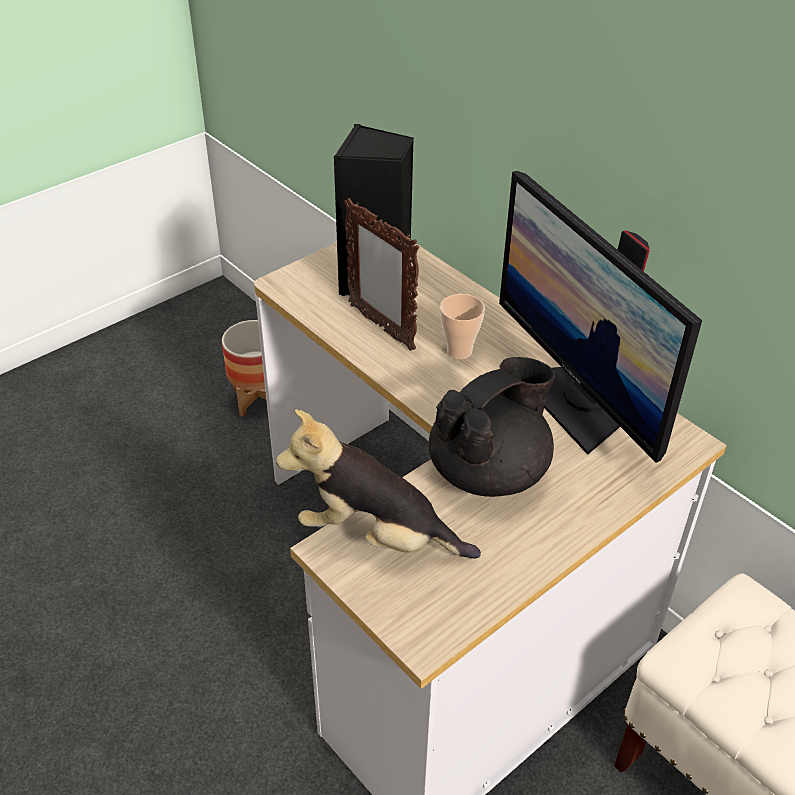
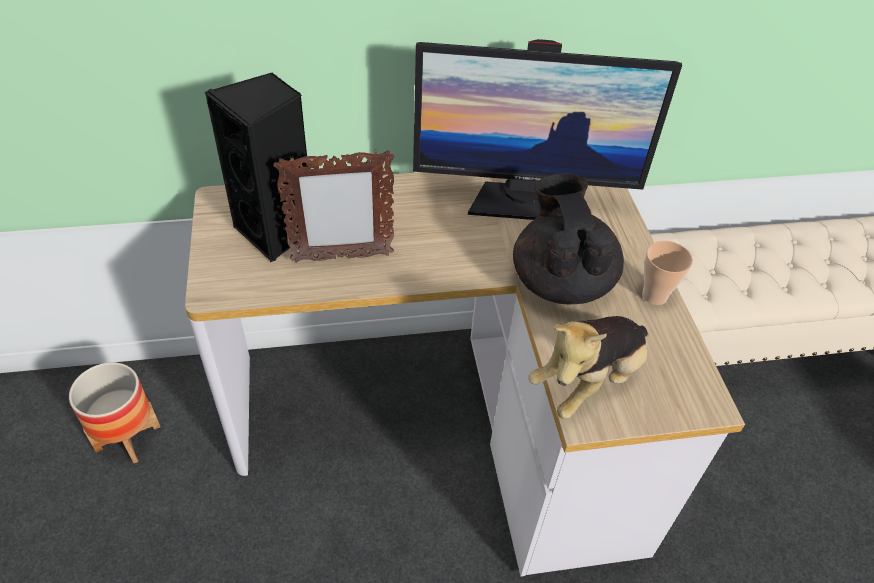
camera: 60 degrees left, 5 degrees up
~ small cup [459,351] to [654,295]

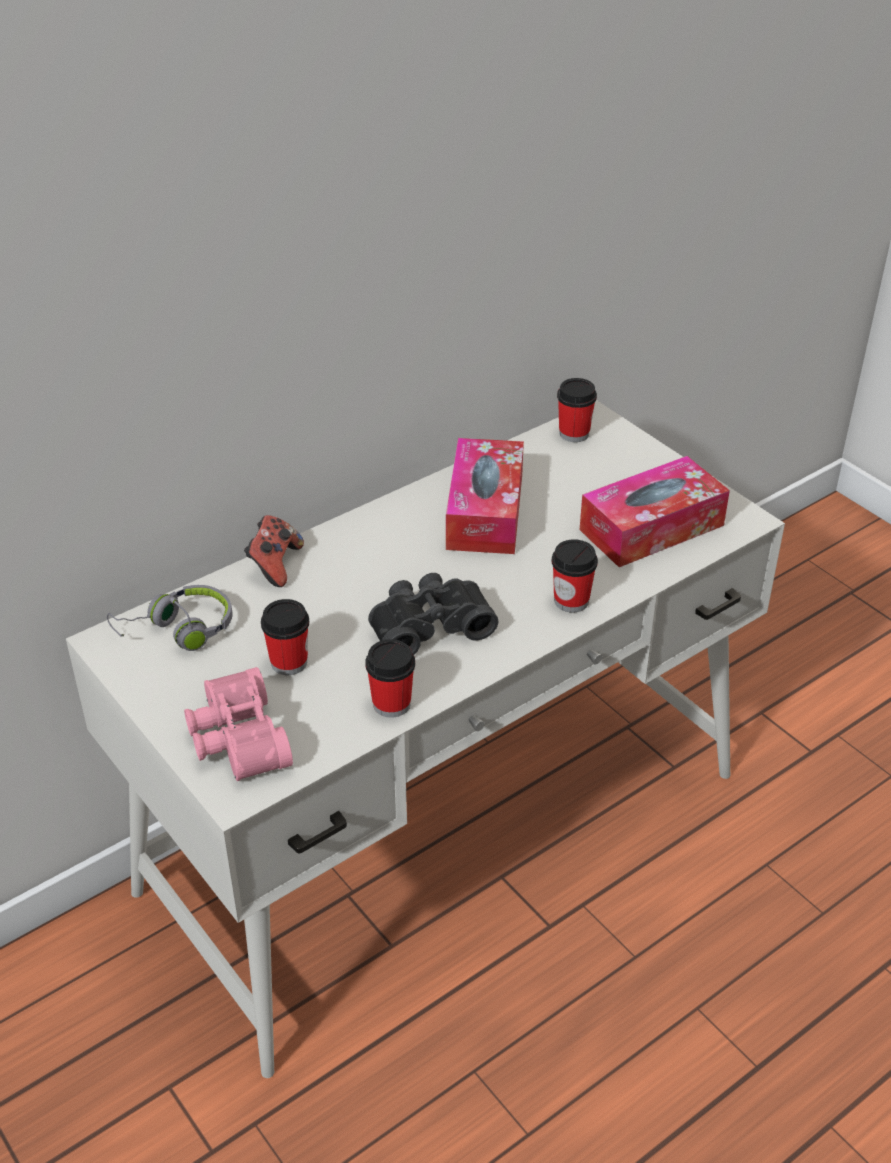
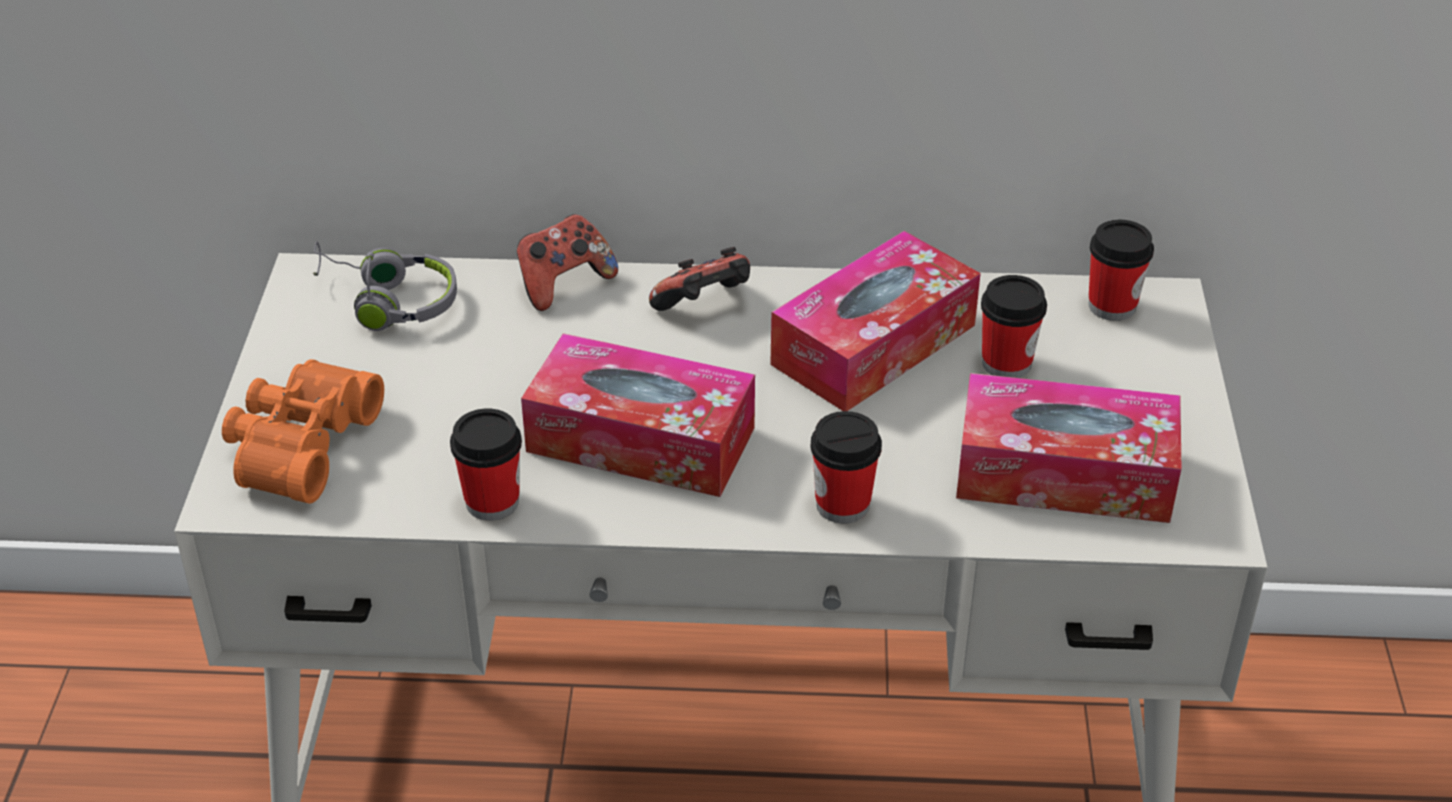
camera: 40 degrees right, 0 degrees up
~ binoculars (pink) [235,740] to binoculars (orange) [298,445]
~ binoculars (black) [428,625] to tissue box [641,439]
+ joypad [705,307]
~ small cup [289,662] to [1006,363]

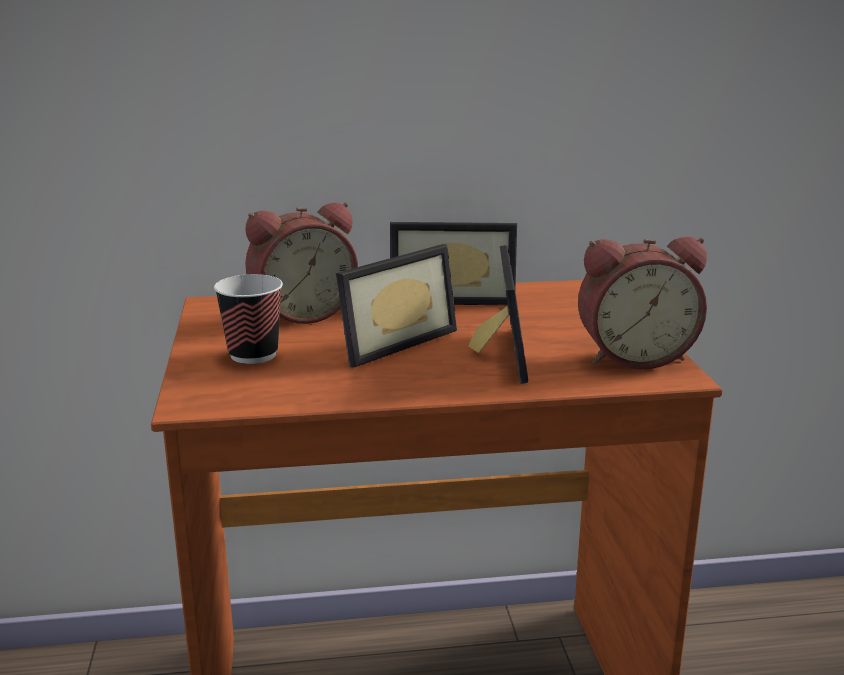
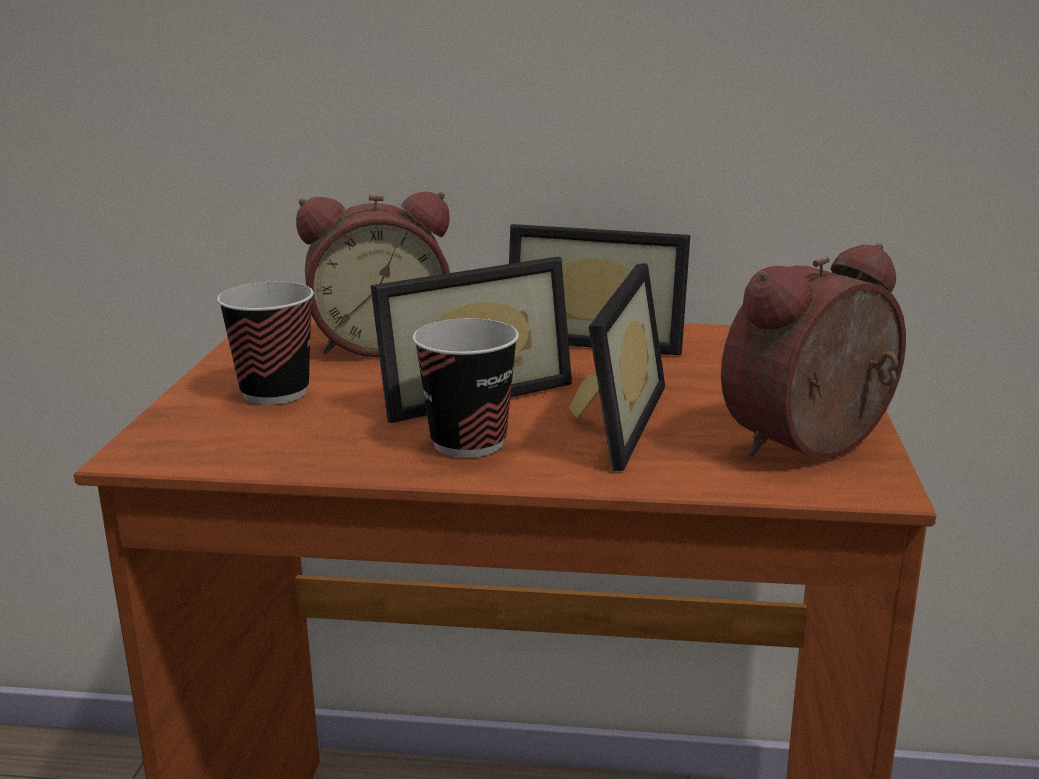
camera: 15 degrees right, 0 degrees up
+ small cup [468,443]
~ alarm clock [633,356] = [816,447] 135 degrees clockwise

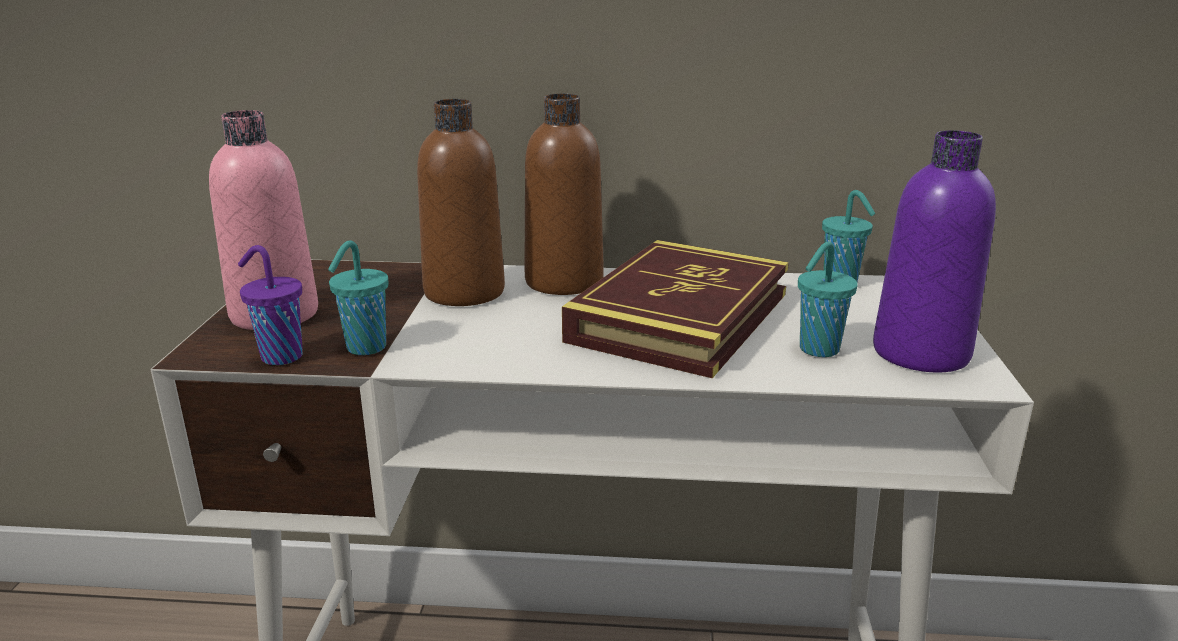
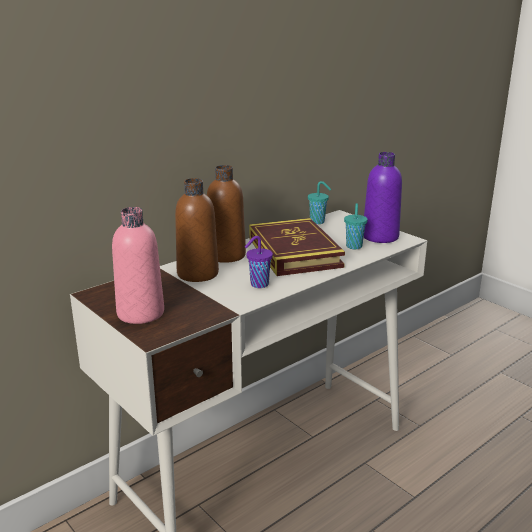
camera: 45 degrees left, 0 degrees up
~ small cup (purplish) [279,356] to [258,285]
- small cup (blue-green) [364,348]

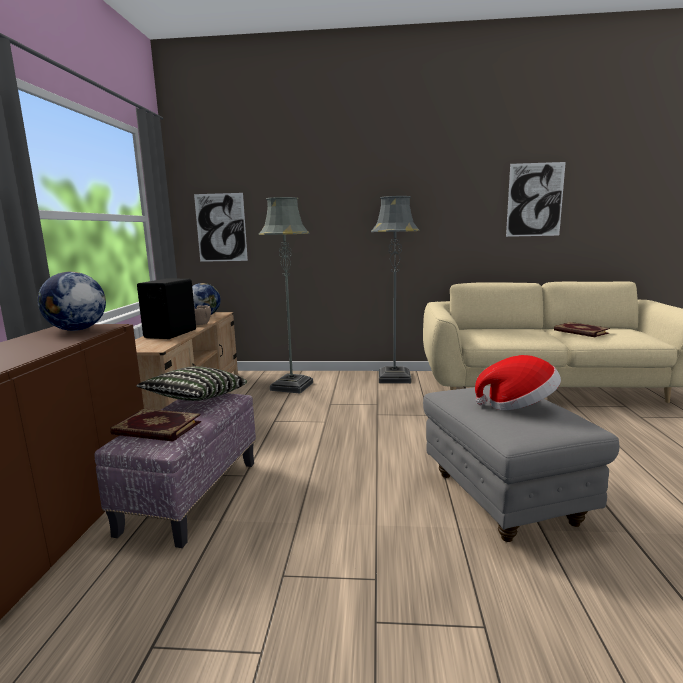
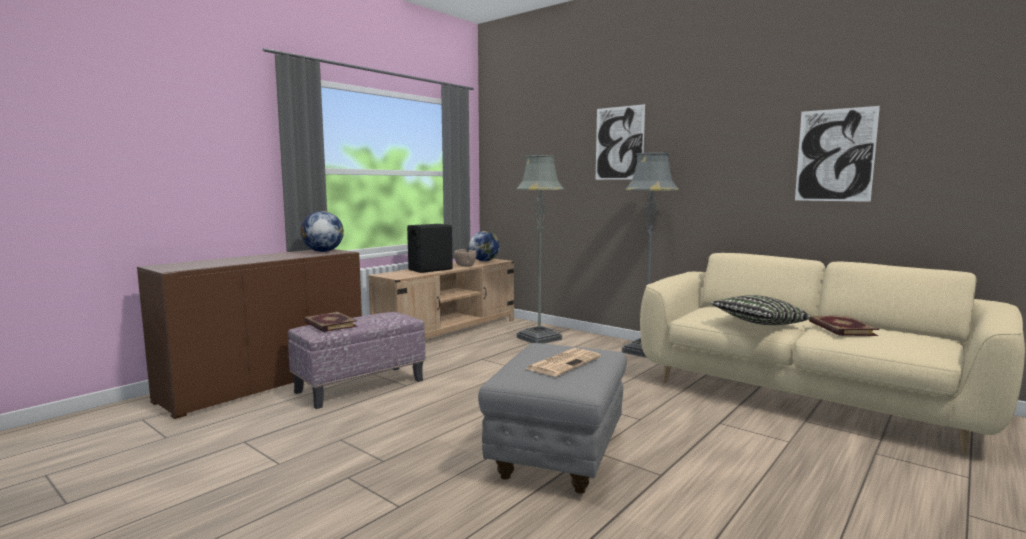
camera: 35 degrees right, 5 degrees down
~ wearable hat [518,406] to newspaper [563,363]
~ picture [221,227] to [619,143]
~ throw pillow [195,399] to [759,324]

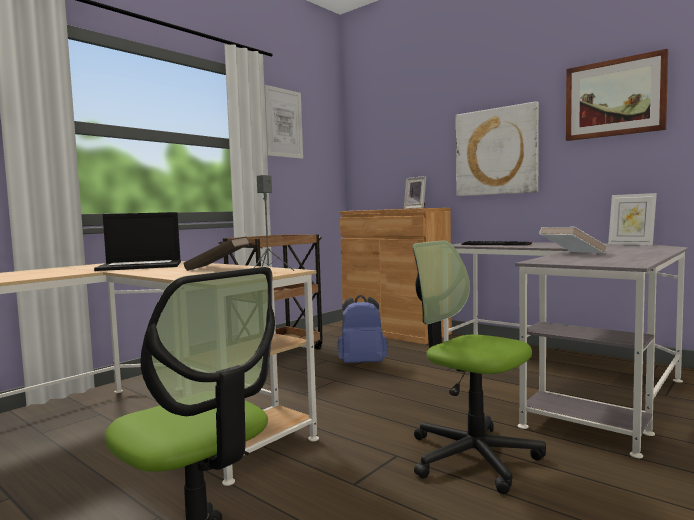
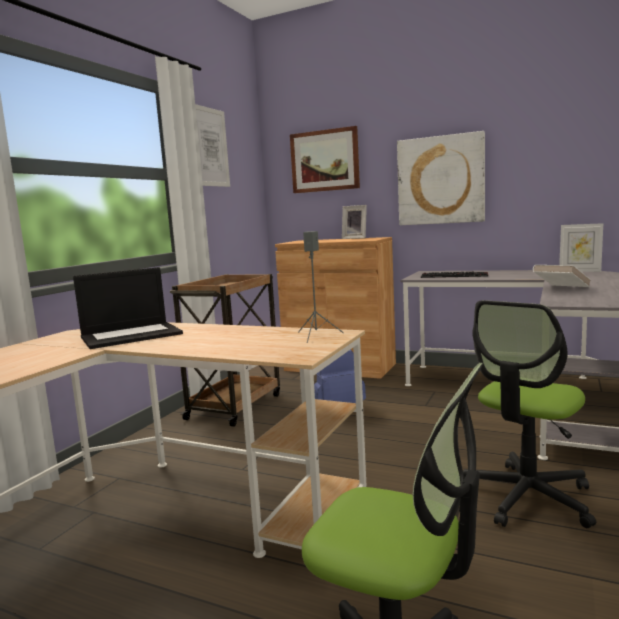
camera: 15 degrees left, 5 degrees up
~ picture [614,98] to [325,161]
~ office chair [472,456] = [526,497] 75 degrees counterclockwise
- volume (brown-coloured) [218,268]

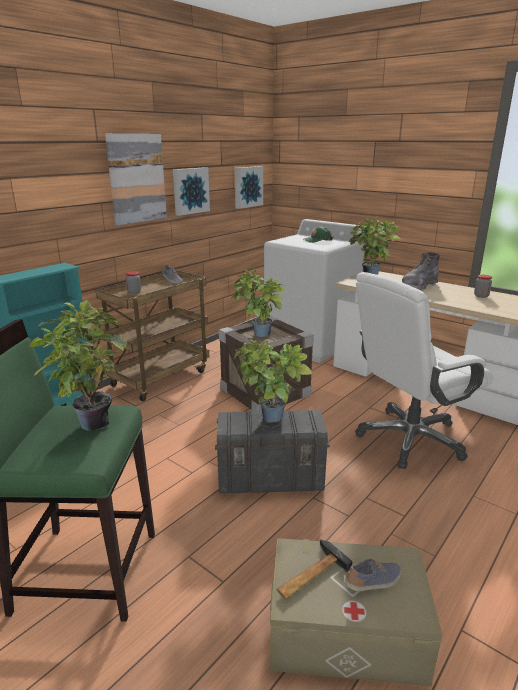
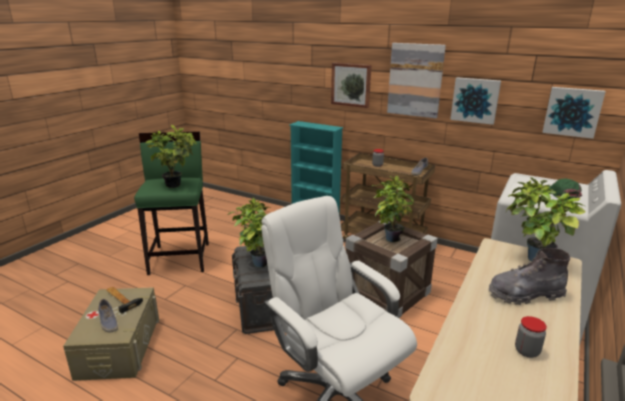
camera: 80 degrees right, 0 degrees up
+ picture [351,84]
~ boot (gray) [418,286] = [524,294] 45 degrees counterclockwise

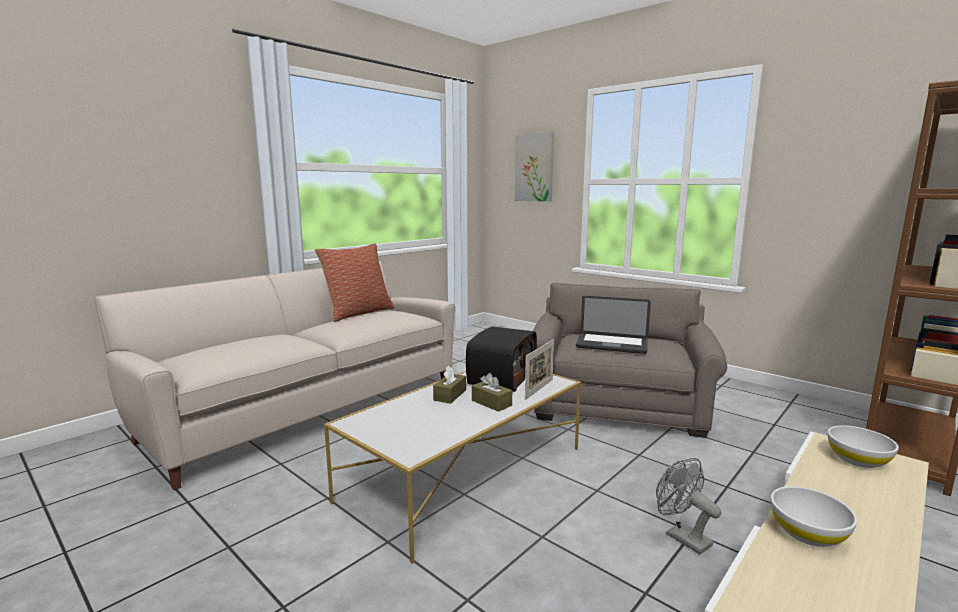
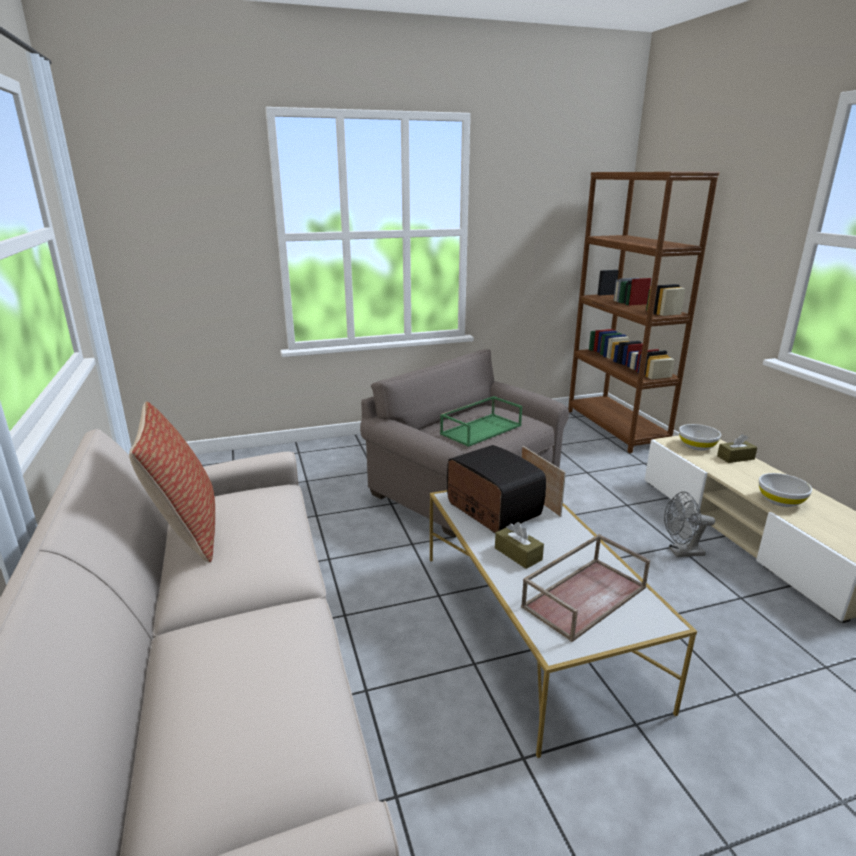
camera: 60 degrees left, 10 degrees up
~ notebook computer [611,345] to tray (greenish) [481,429]
+ tray (brown-coloured) [584,596]
~ tissue box (brown-coloured) [491,403] to [735,457]
- picture [534,167]

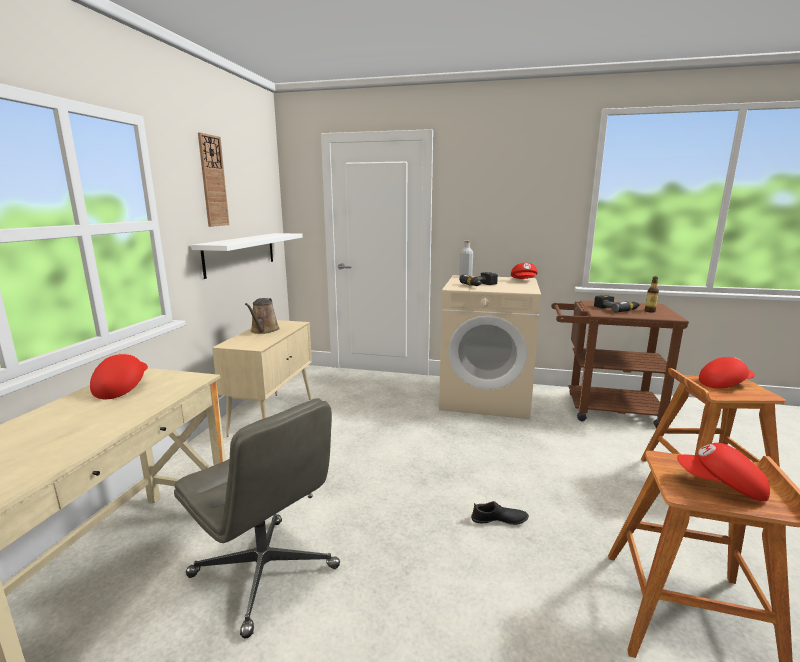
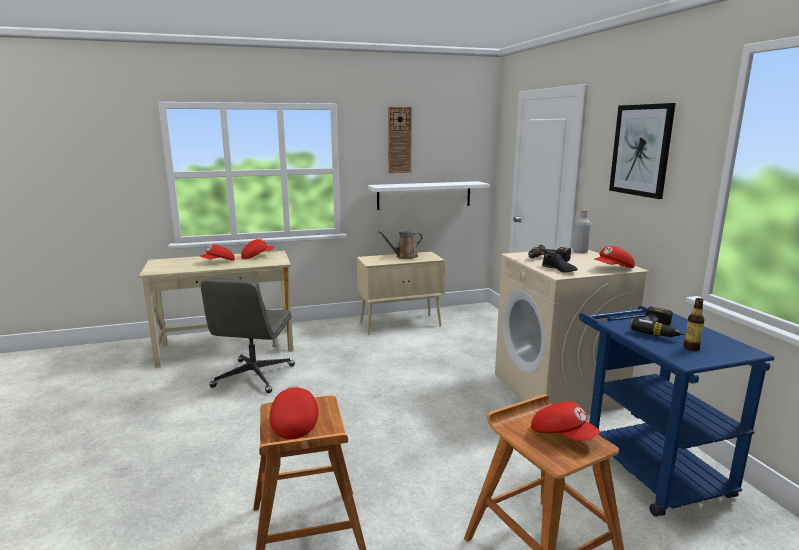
camera: 60 degrees right, 0 degrees up
+ baseball cap (reddish) [218,262]
~ item of footwear (black) [499,520] to [559,270]
~ wheeled cart (brown-coloured) [603,409] to wheeled cart (bluish) [646,466]
+ picture [641,150]

